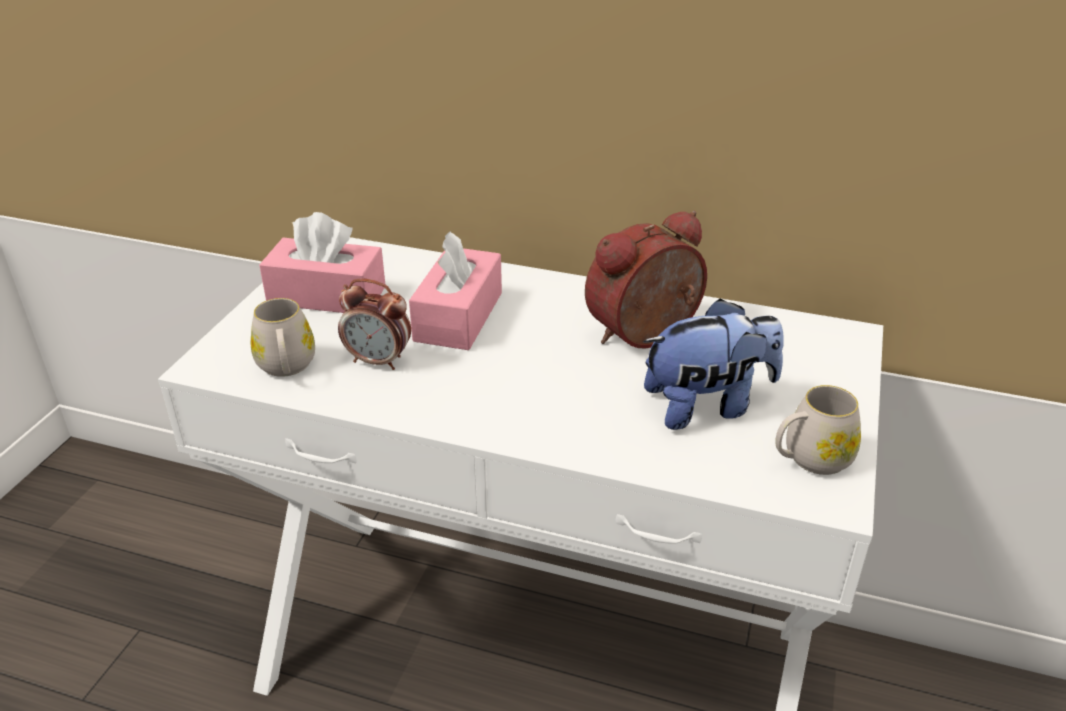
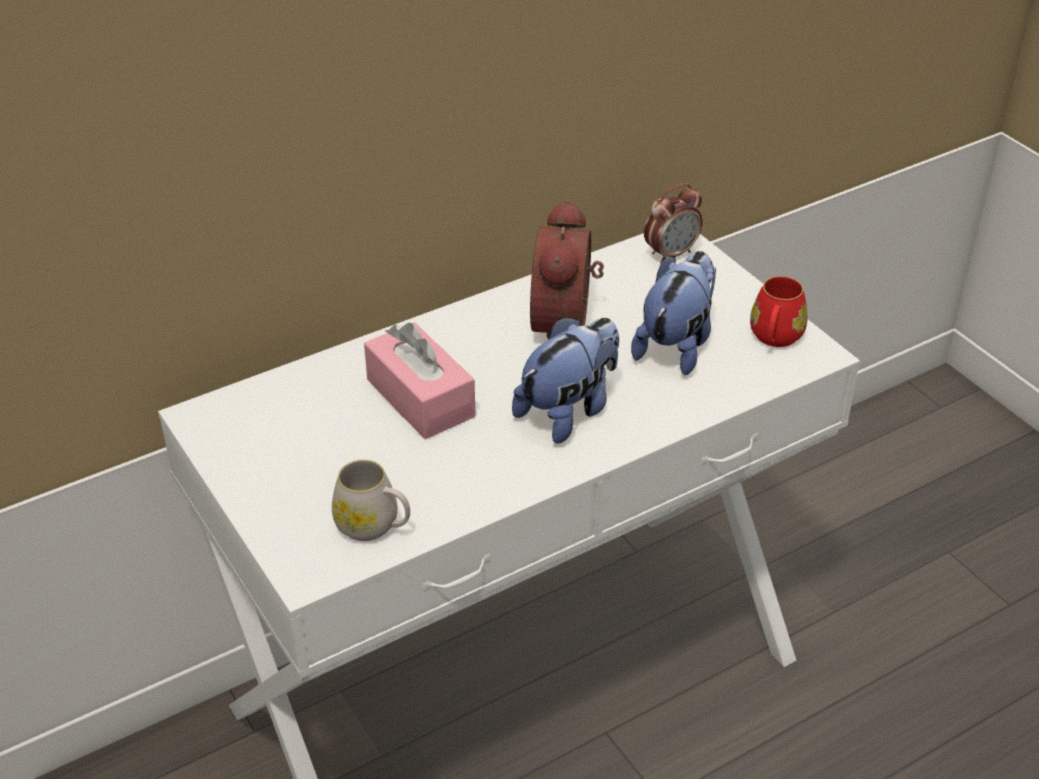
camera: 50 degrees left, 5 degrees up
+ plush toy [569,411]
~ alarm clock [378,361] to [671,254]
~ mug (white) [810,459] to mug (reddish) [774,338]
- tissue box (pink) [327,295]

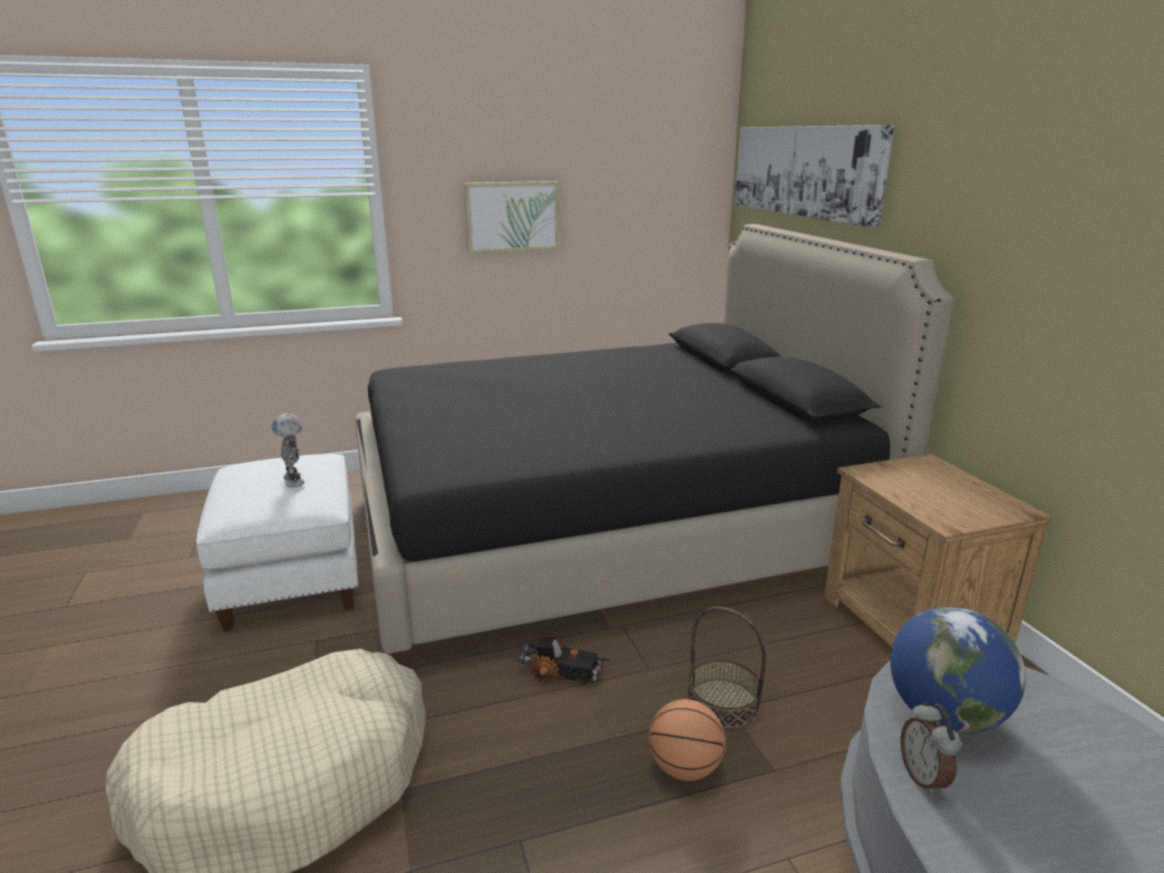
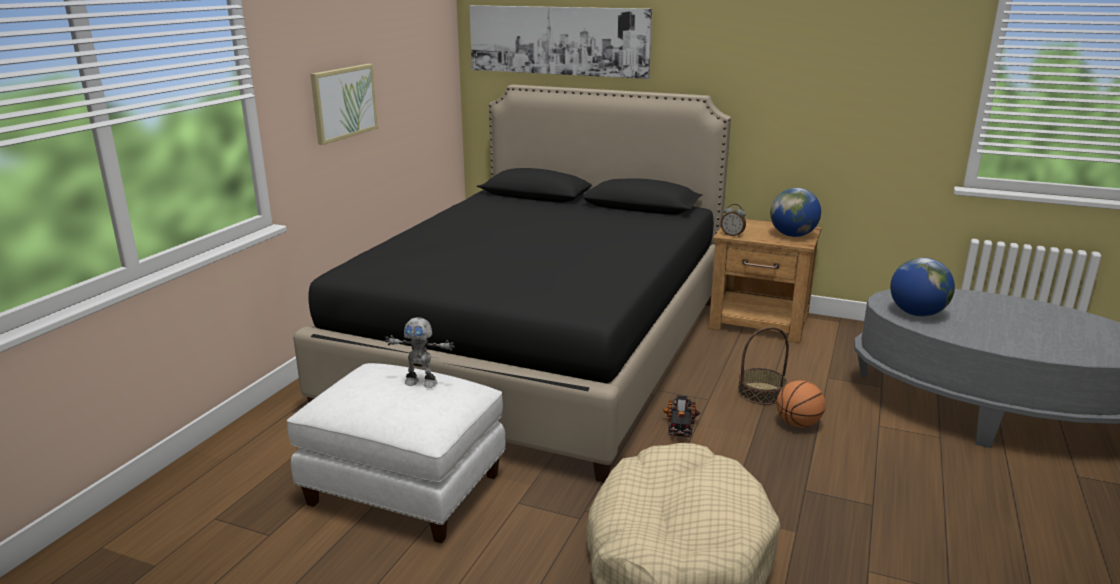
camera: 50 degrees left, 0 degrees up
~ model truck [561,673] = [680,426] 135 degrees clockwise
~ alarm clock [924,777] to [732,235]
+ world globe [792,235]

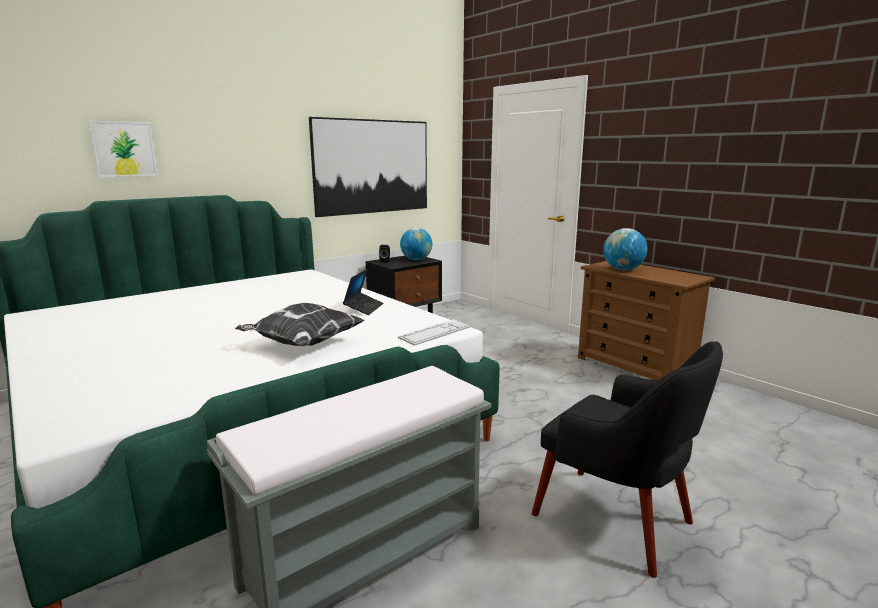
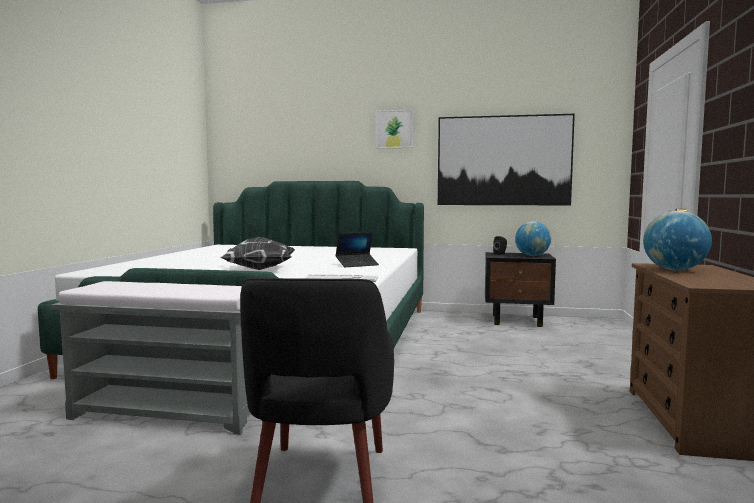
camera: 50 degrees right, 10 degrees down
~ picture [124,149] to [394,129]

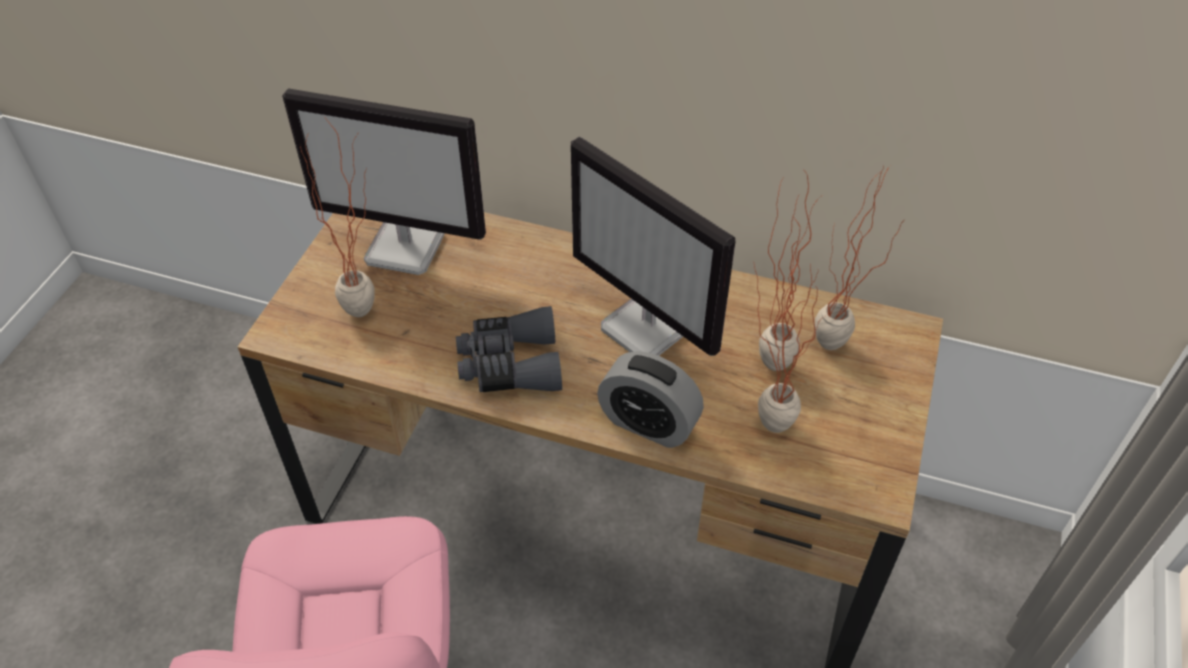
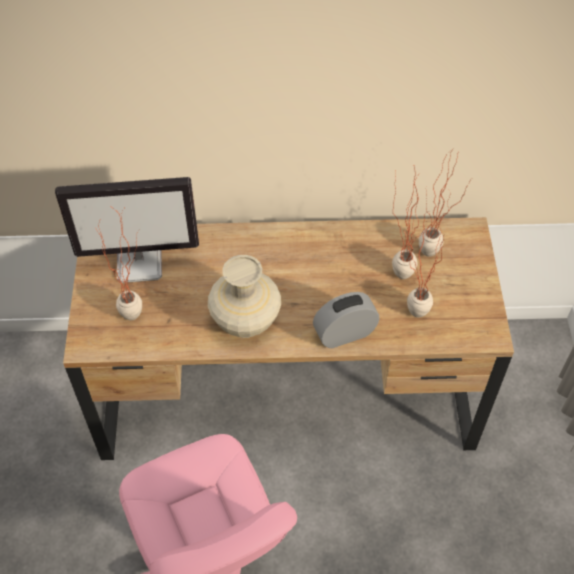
camera: 20 degrees left, 5 degrees up
~ binoculars (gray) [510,364] to vase (beige-coloured) [245,322]
~ alarm clock [648,423] = [344,334] 150 degrees clockwise
- computer display [647,328]

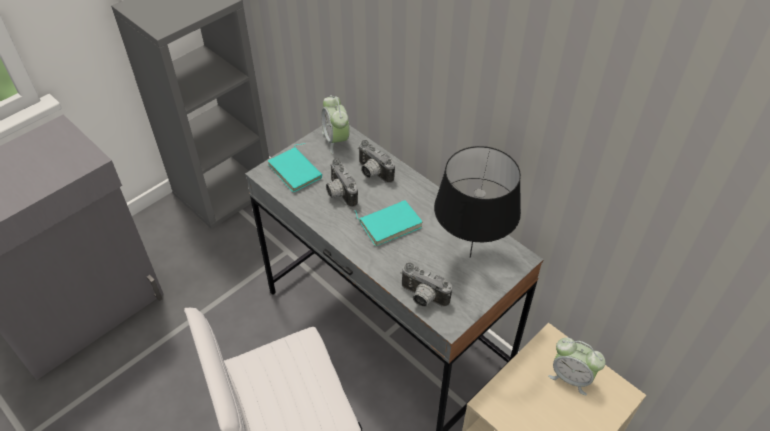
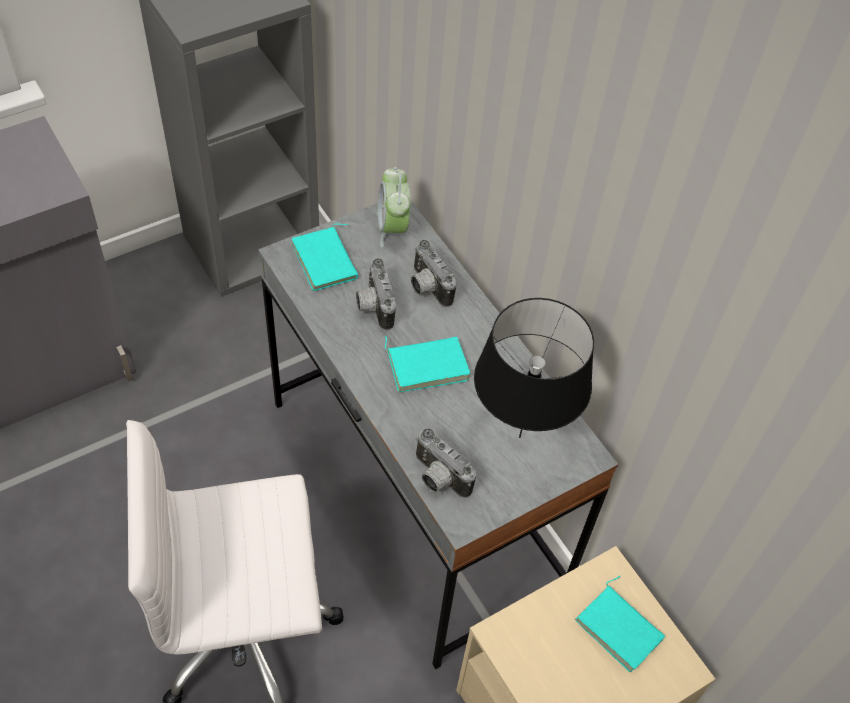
camera: 10 degrees right, 5 degrees up
~ alarm clock [571,377] to volume (blue-green) [620,628]

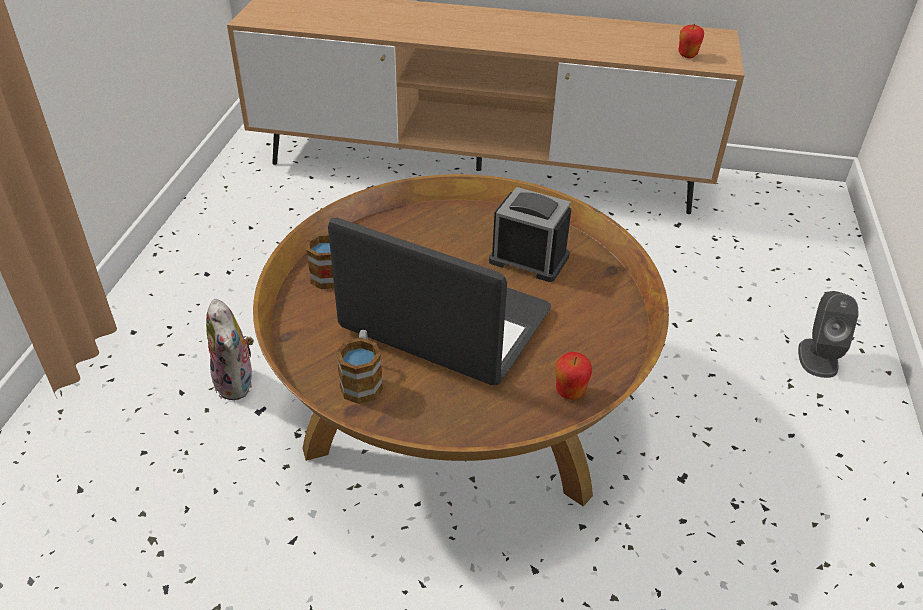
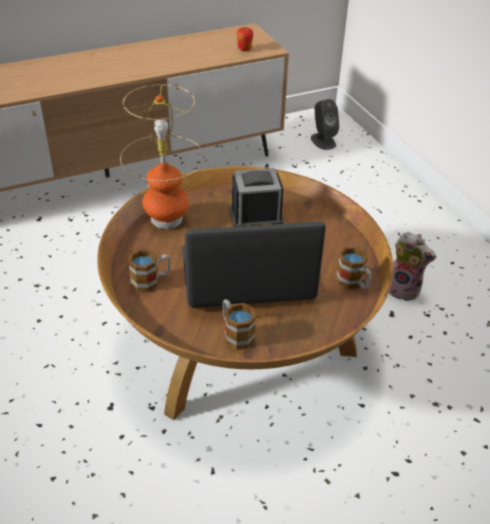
camera: 35 degrees left, 0 degrees up
+ table lamp [166,219]
~ loudspeaker (gray) [818,357] to [323,141]
~ whole apple [570,392] to mug [353,283]
~ plush toy [238,383] to [403,289]

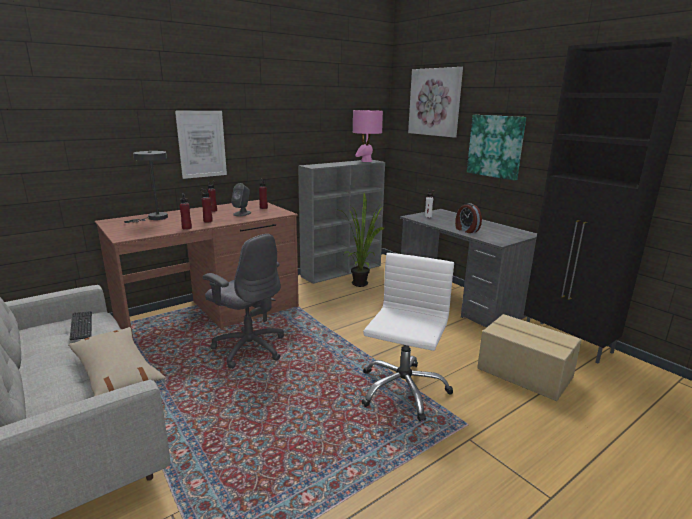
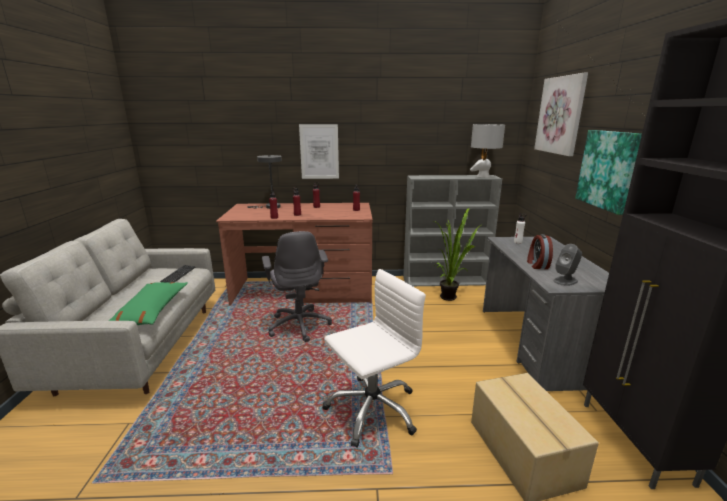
camera: 35 degrees right, 0 degrees up
~ throw pillow (beige-coloured) [116,372] to throw pillow (greenish) [151,311]
~ table lamp (pink) [366,161] to table lamp (gray) [483,176]
~ loudspeaker (gray) [242,213] to [565,281]

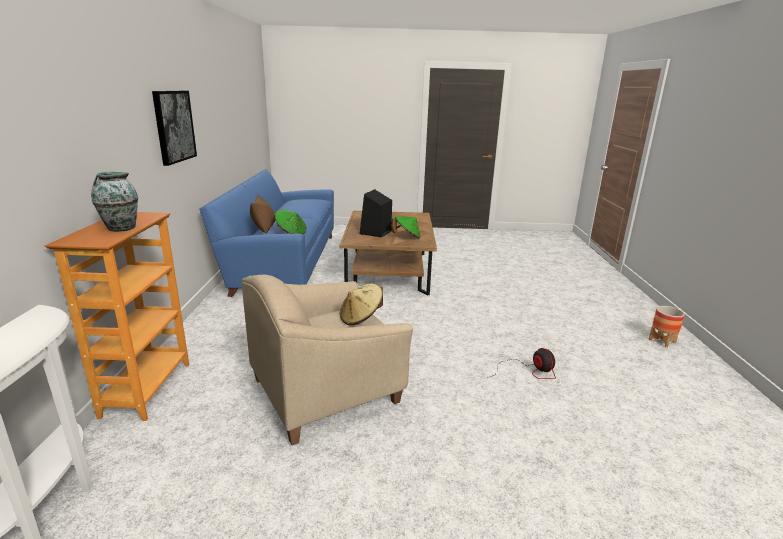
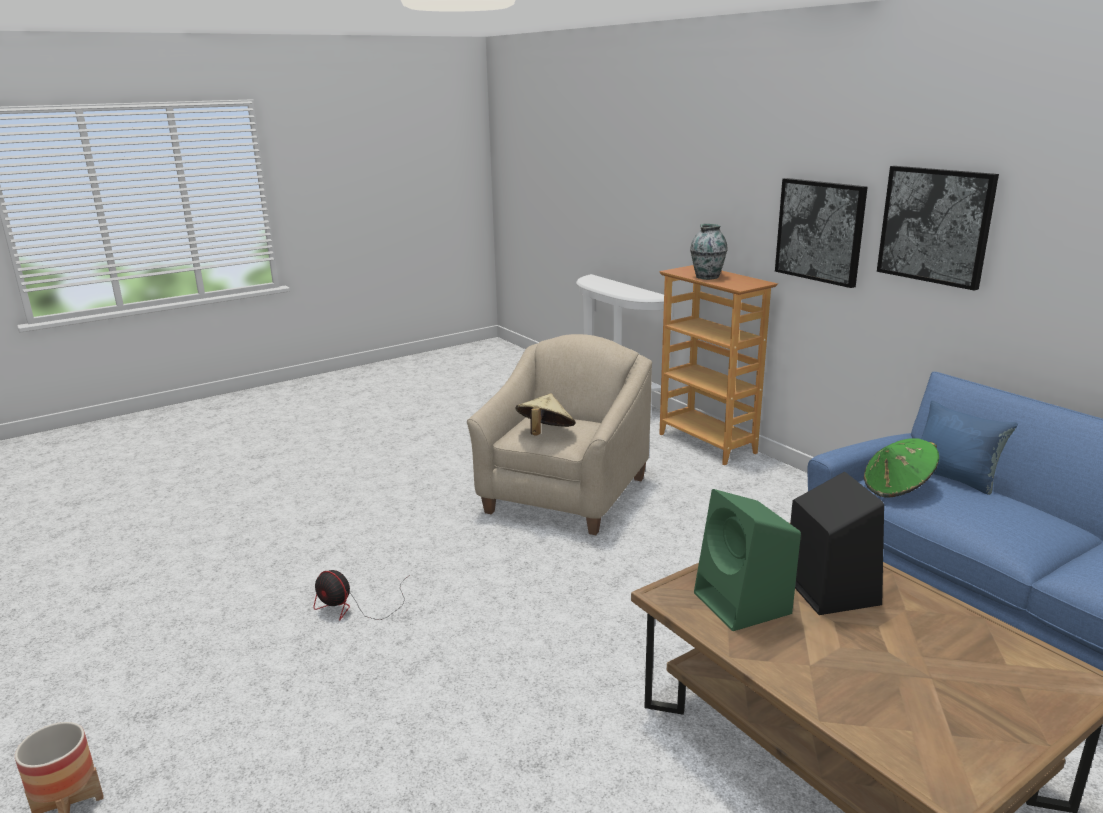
camera: 145 degrees right, 0 degrees up
~ wearable hat (greenish) [407,237] to loudspeaker (greenish) [744,604]
+ picture [820,231]
~ throw pillow (brown-coloured) [264,229] to throw pillow (bluish) [955,478]

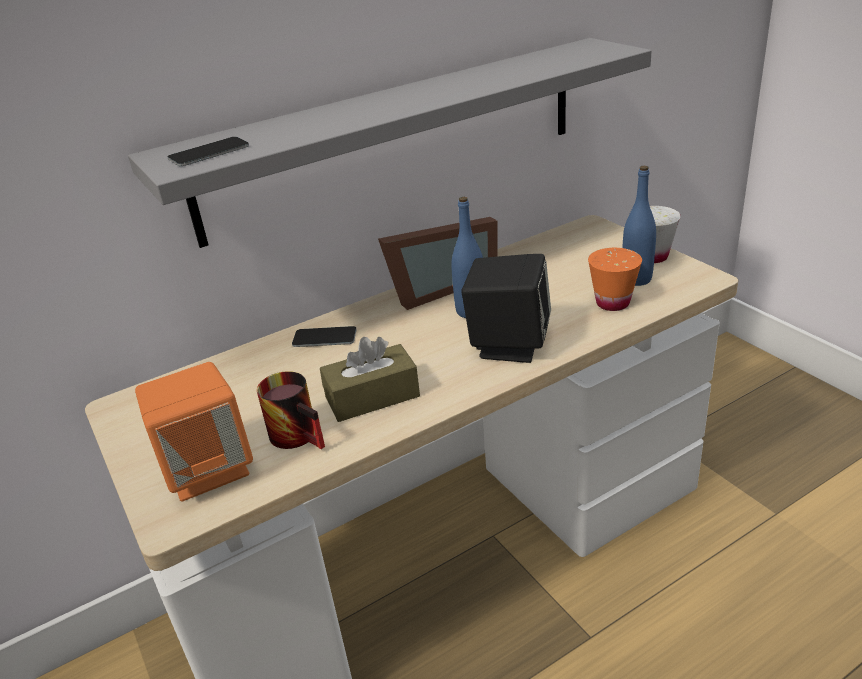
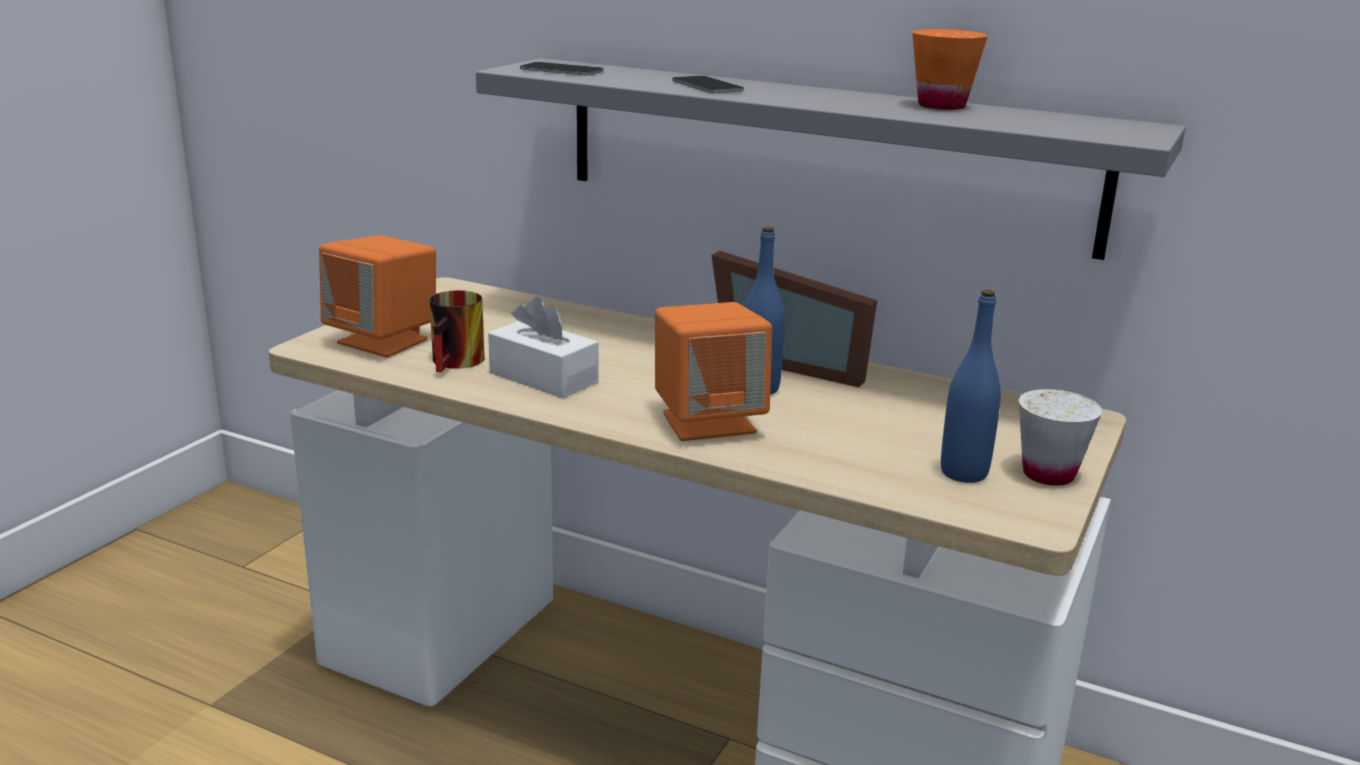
camera: 55 degrees right, 10 degrees down
~ tissue box (brown-coloured) [372,397] to tissue box (white) [543,377]
~ loudspeaker (black) [508,344] to loudspeaker (orange) [708,422]
~ handset [324,337] to [707,86]
~ small cup (orange) [612,303] to [941,106]

